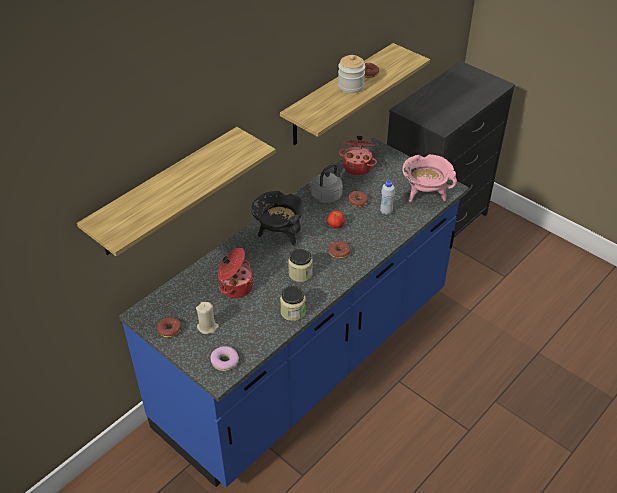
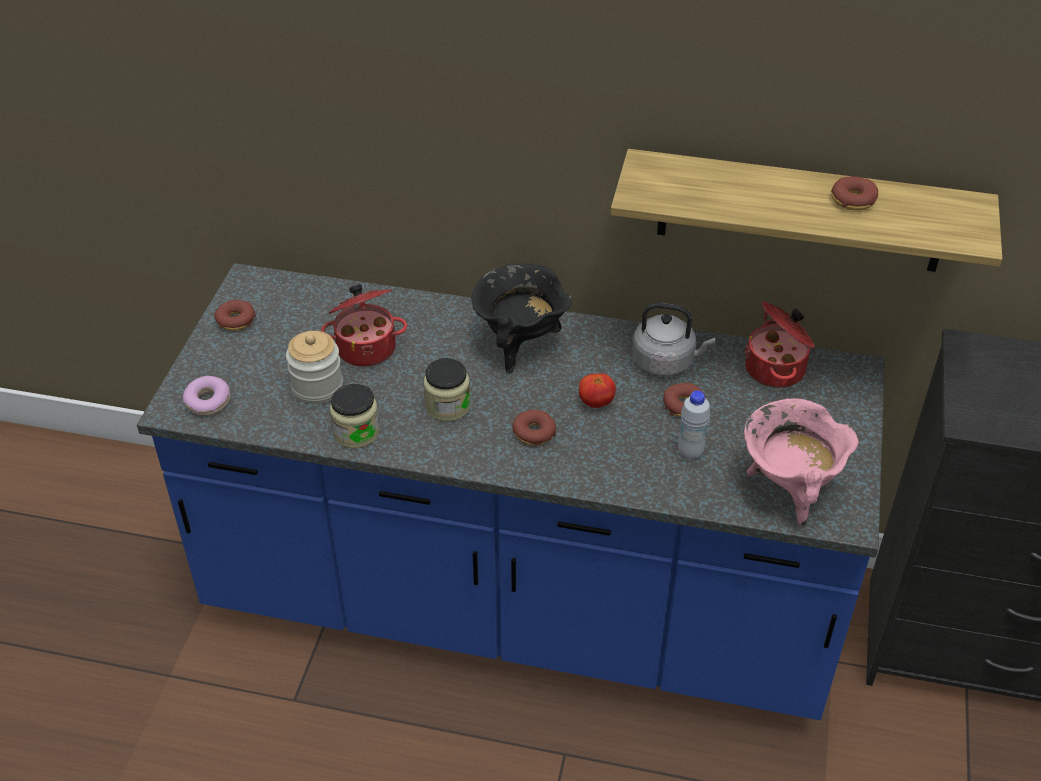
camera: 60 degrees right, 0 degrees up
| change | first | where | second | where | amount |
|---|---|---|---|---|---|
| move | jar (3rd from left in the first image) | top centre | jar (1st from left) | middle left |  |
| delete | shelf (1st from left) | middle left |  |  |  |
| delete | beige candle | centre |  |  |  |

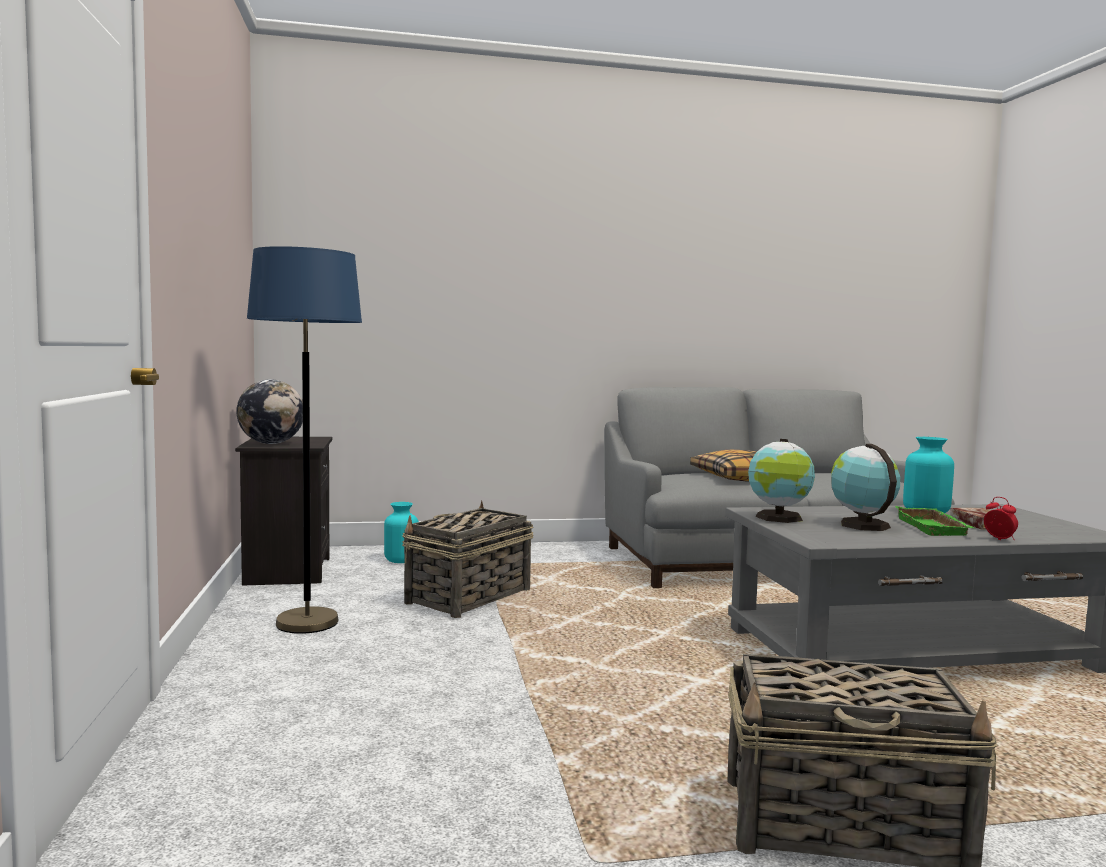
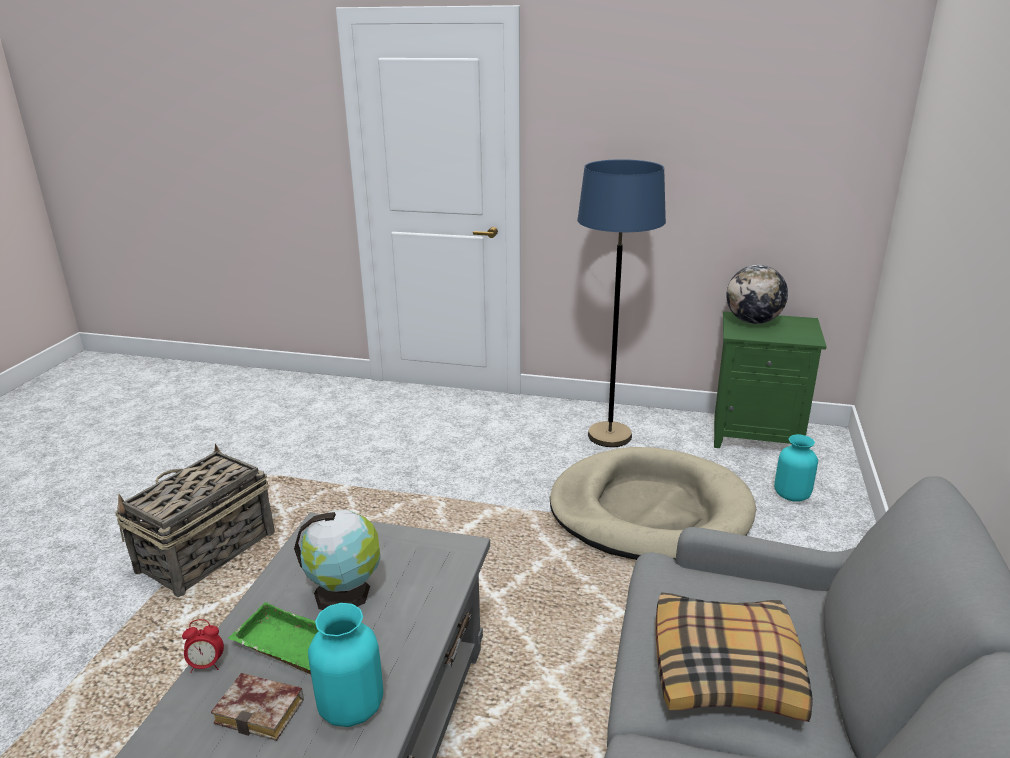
camera: 115 degrees right, 20 degrees up
| change | first | where | second | where | amount |
|---|---|---|---|---|---|
| replace | basket (1st from left) | centre | beige dog bed | centre |  |
| recolor | black nightstand | middle left | green nightstand | middle right |  |
| delete | globe (2nd from left) | middle right |  |  |  |

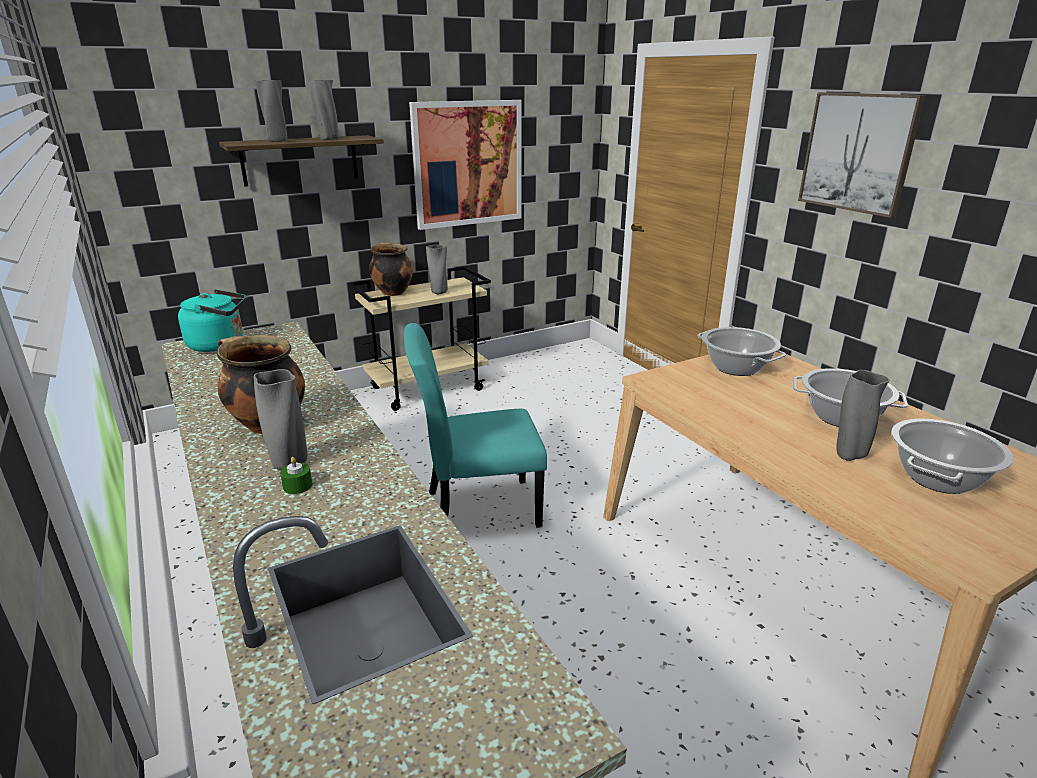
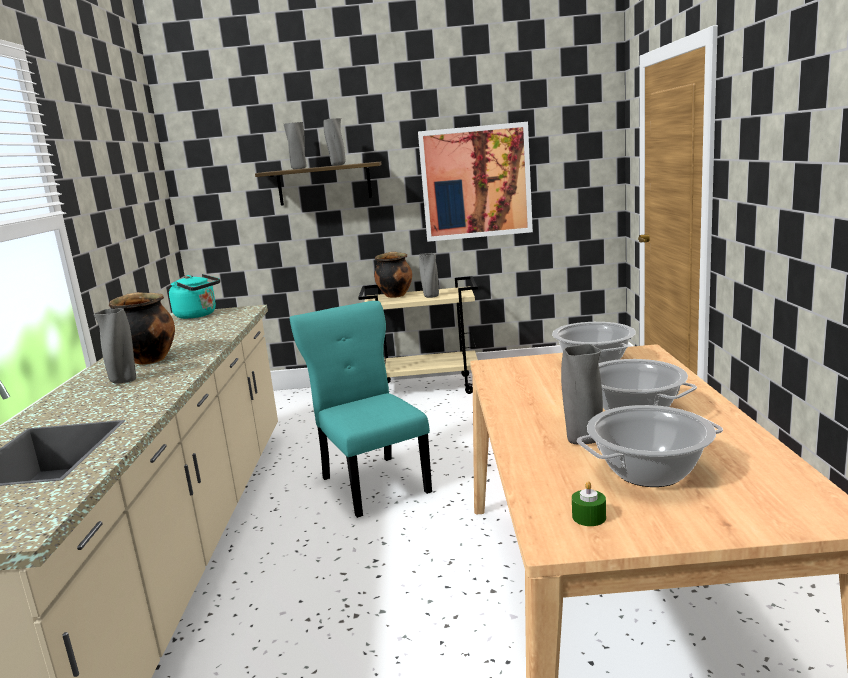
camera: 30 degrees right, 10 degrees down
| change | first | where | second | where | amount |
|---|---|---|---|---|---|
| rotate | turquoise chair | centre |  | centre | 45 degrees clockwise |
| move | green candle | middle left |  | bottom right |  |
| delete | picture (2nd from left) | top right |  |  |  |

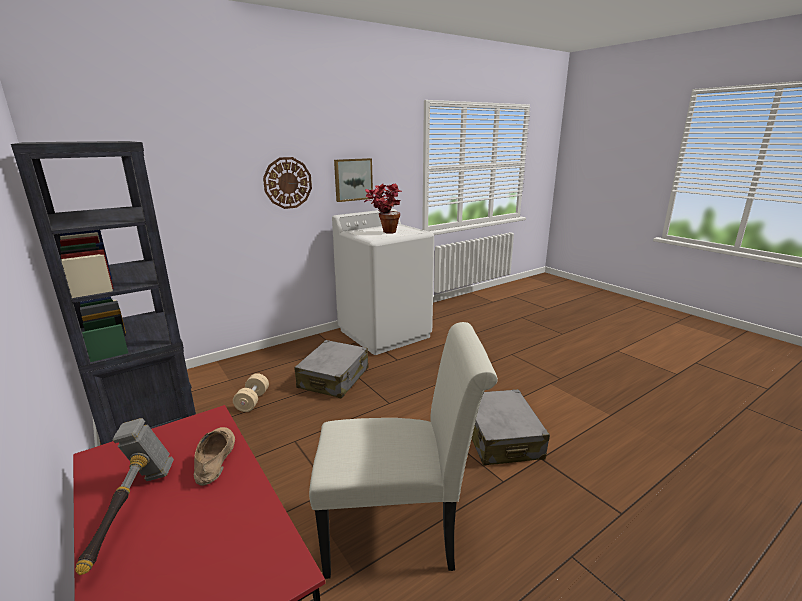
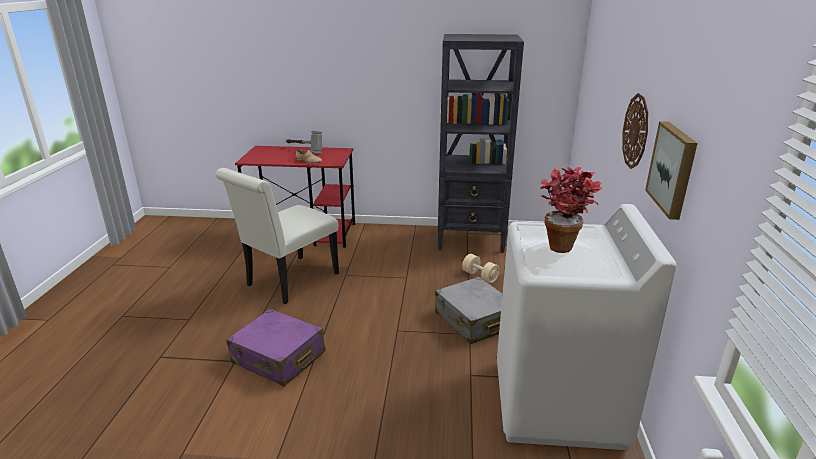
camera: 130 degrees right, 5 degrees up
| change | first | where | second | where | amount |
|---|---|---|---|---|---|
| recolor | grey suitcase (2nd from left) | bottom centre | purple suitcase | bottom centre |  |

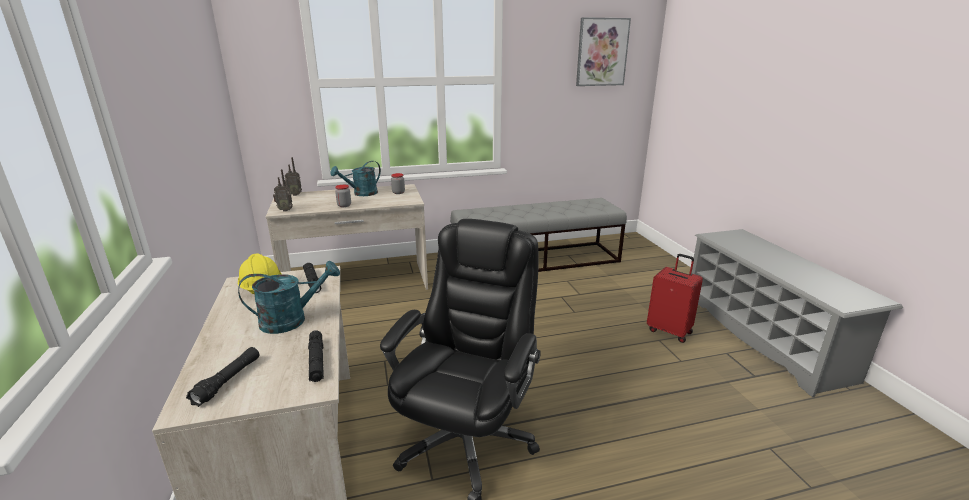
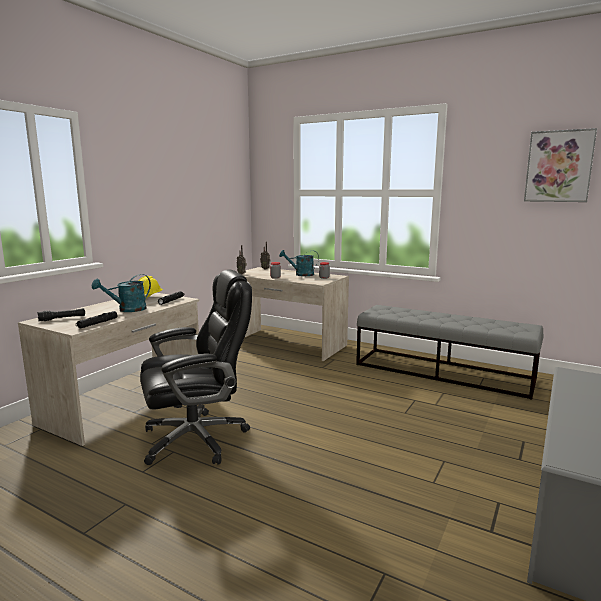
camera: 45 degrees right, 10 degrees down
| change | first | where | second | where | amount |
|---|---|---|---|---|---|
| rotate | turquoise watering can (1st from left) | middle left |  | middle left | 120 degrees clockwise |
| delete | red suitcase | middle right |  |  |  |

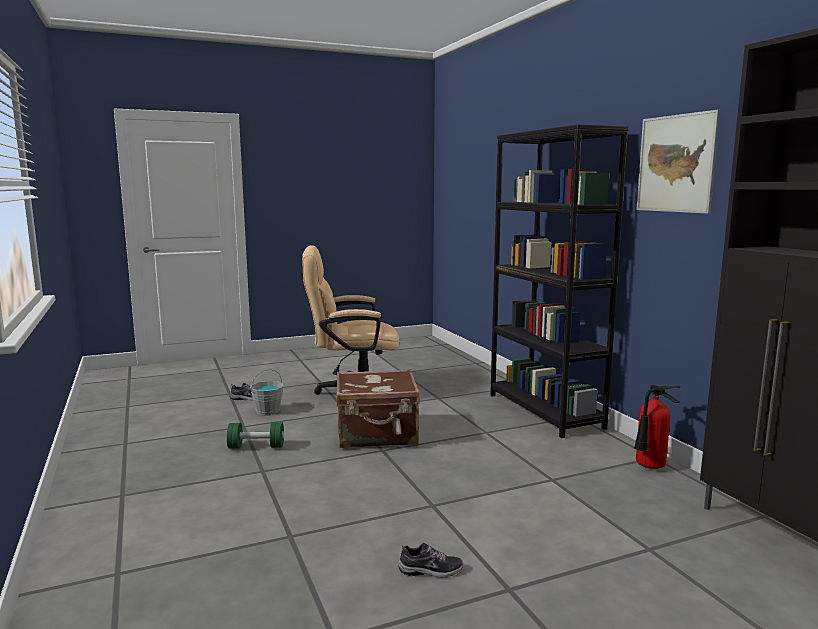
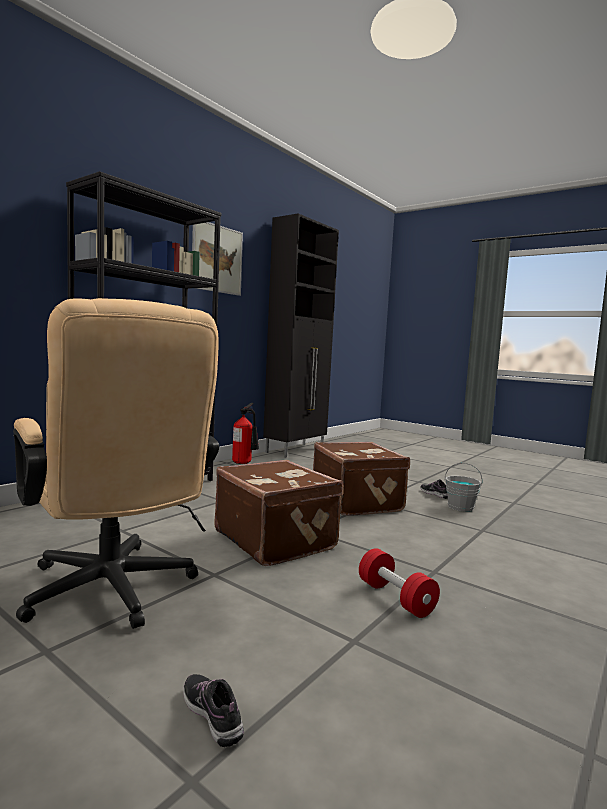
camera: 120 degrees left, 5 degrees down
| change | first | where | second | where | amount |
|---|---|---|---|---|---|
| insert |  |  | brown suitcase (2nd from left) | centre |  |
| recolor | green dumbbell | bottom left | red dumbbell | bottom centre |  |
| move | grey bucket | middle left |  | middle right |  |

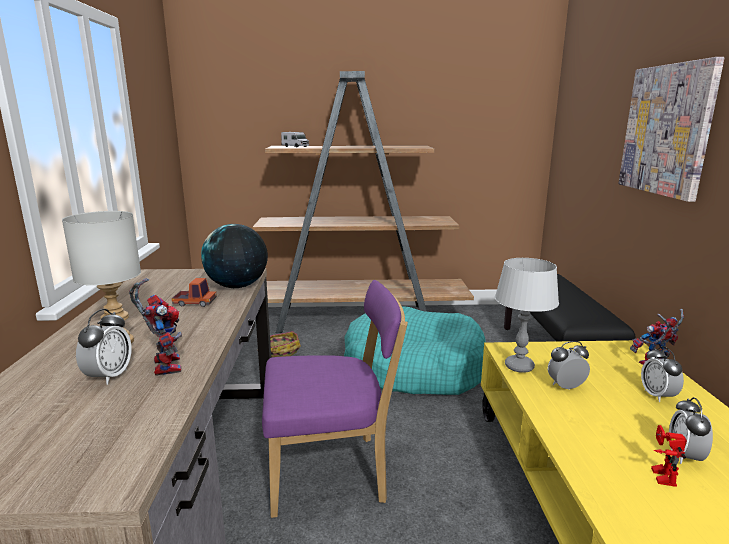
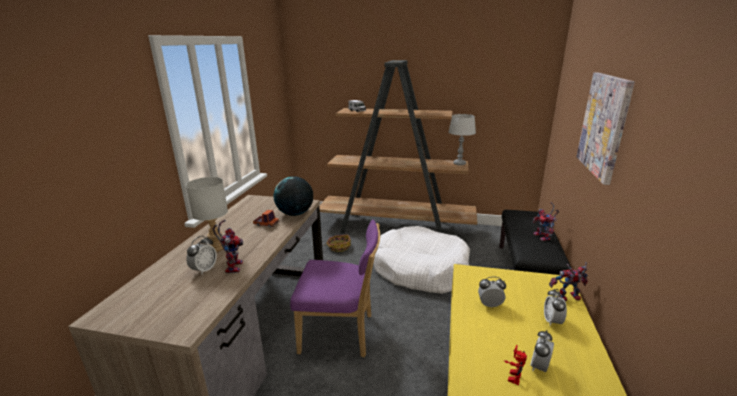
camera: 15 degrees right, 5 degrees up
| change | first | where | second | where | amount |
|---|---|---|---|---|---|
| recolor | turquoise dog bed | centre | white dog bed | centre |  |
| move | grey table lamp (2nd from left) | middle right |  | centre |  |
| insert |  |  | toy robot (3rd from left) | middle right |  |

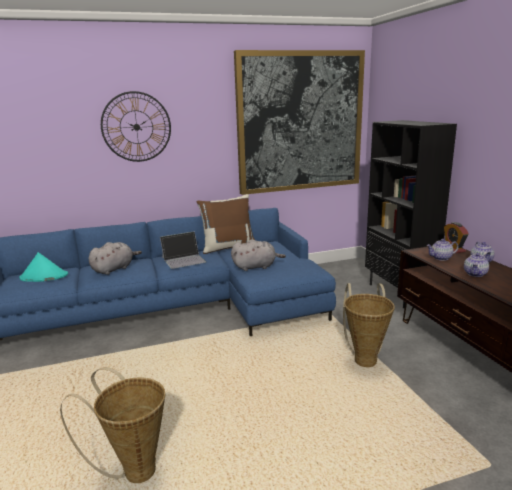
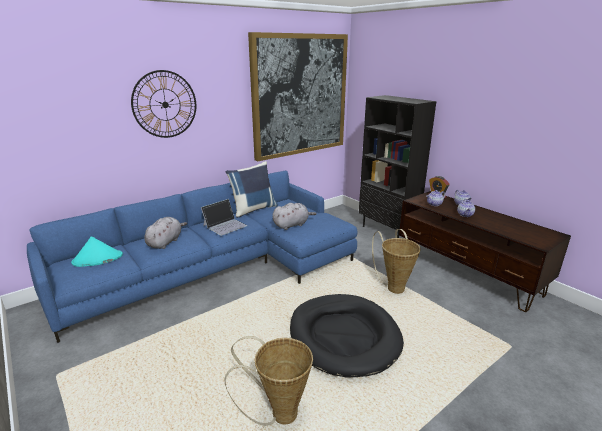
camera: 20 degrees left, 5 degrees up
| change | first | where | second | where | amount |
|---|---|---|---|---|---|
| recolor | brown pillow | centre | blue pillow | centre |  |
| insert |  |  | black dog bed | bottom centre |  |

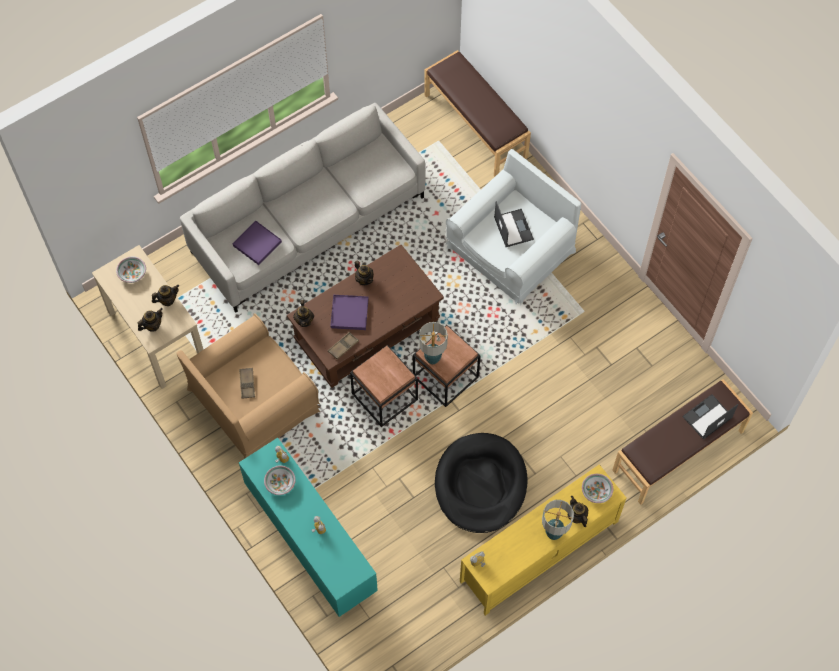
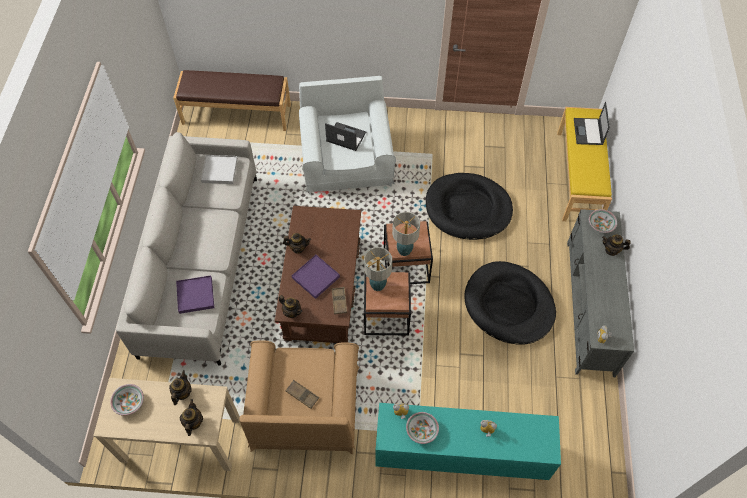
camera: 50 degrees left, 5 degrees down
| change | first | where | second | where | amount |
|---|---|---|---|---|---|
| insert |  |  | white tray | middle left |  |
| move | table lamp (2nd from left in the first image) | bottom centre | table lamp (1st from left) | centre |  |
| insert |  |  | black dog bed (1st from left) | centre |  |
| recolor | brown bench (2nd from left) | middle right | yellow bench | top right |  |
| recolor | yellow tv stand | bottom centre | grey tv stand | middle right |  |

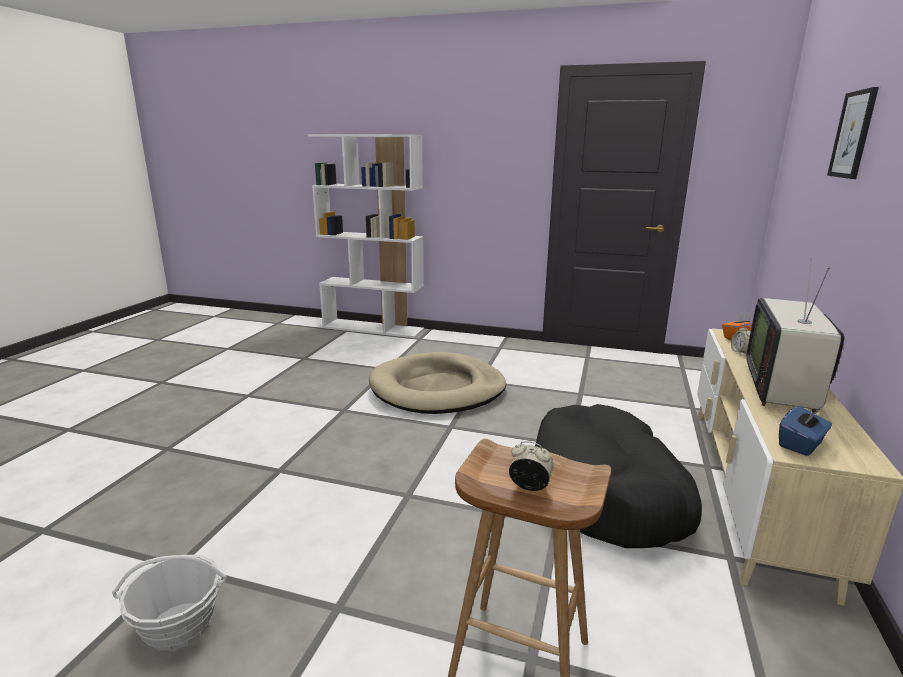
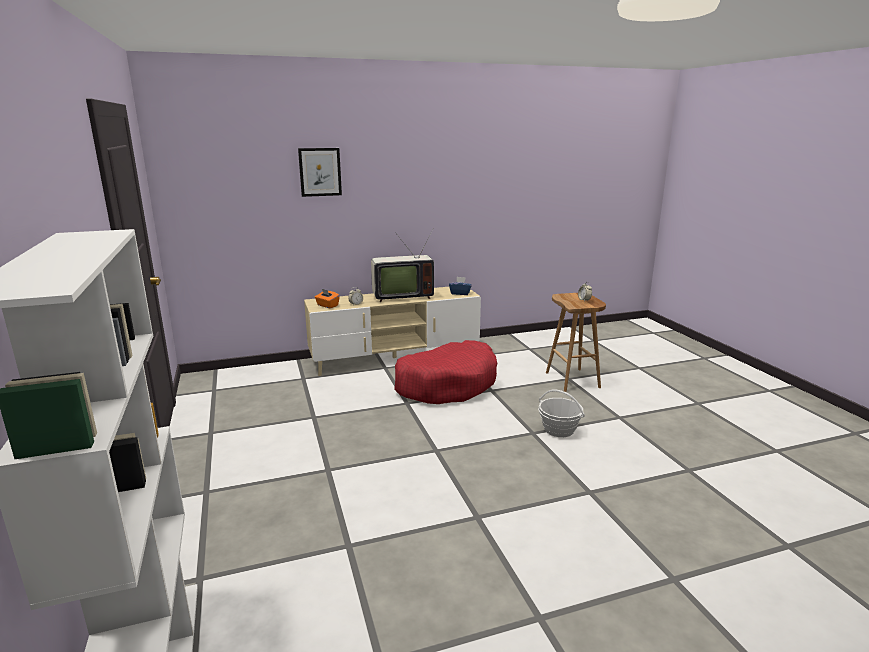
camera: 125 degrees left, 0 degrees up
| change | first | where | second | where | amount |
|---|---|---|---|---|---|
| recolor | black dog bed | bottom right | red dog bed | centre |  |
| move | basket | bottom left |  | centre |  |
| delete | beige dog bed | centre |  |  |  |

